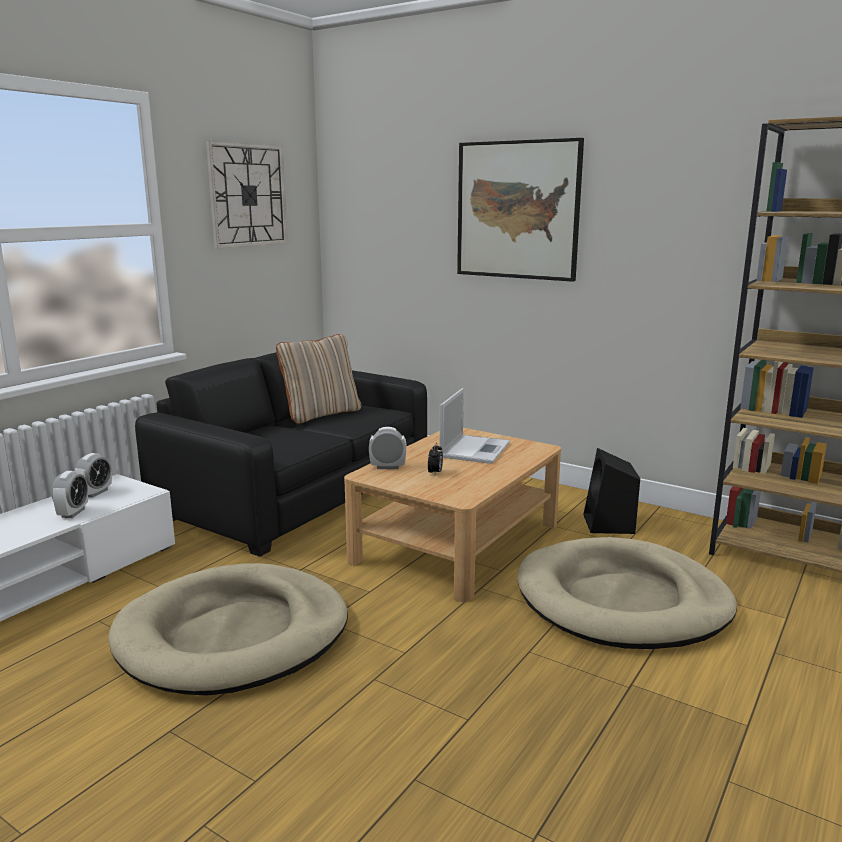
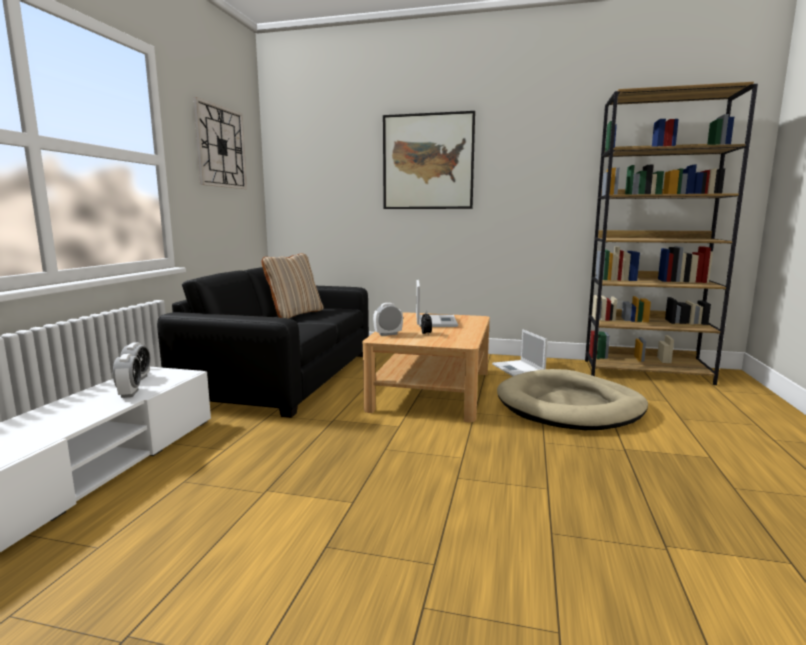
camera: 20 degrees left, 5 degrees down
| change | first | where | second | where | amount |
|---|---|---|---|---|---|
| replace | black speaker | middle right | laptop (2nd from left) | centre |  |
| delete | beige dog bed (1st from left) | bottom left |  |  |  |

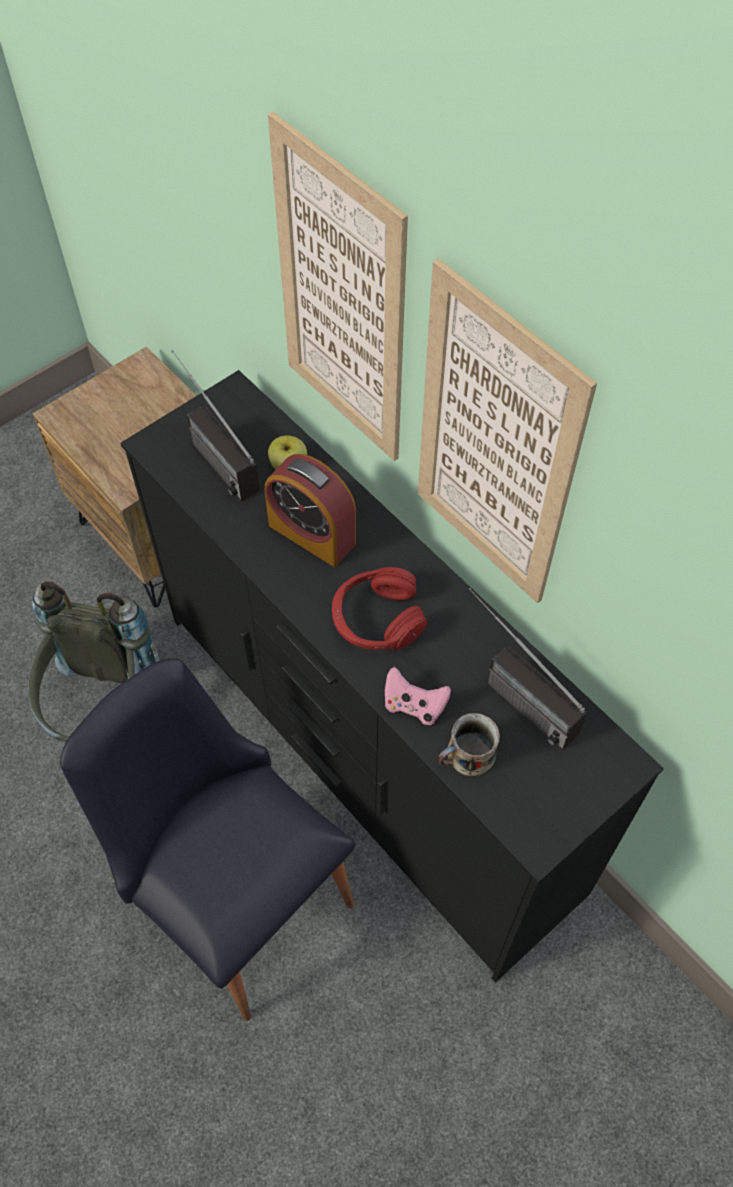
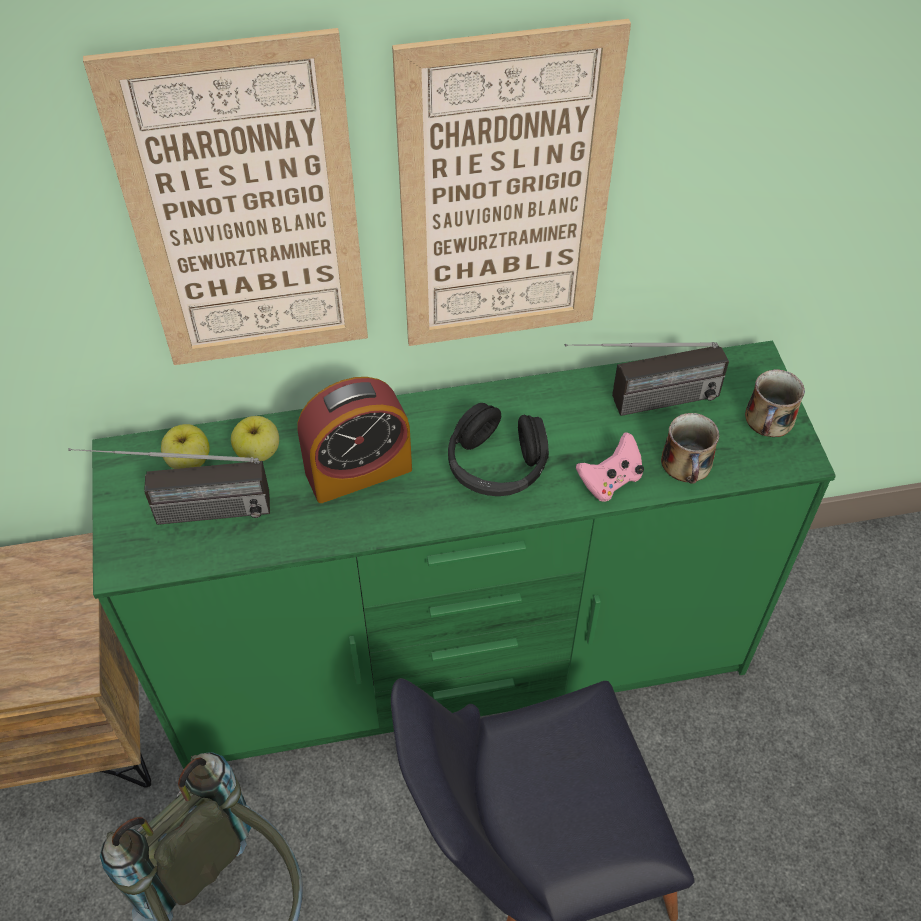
camera: 60 degrees left, 5 degrees down
| change | first | where | second | where | amount |
|---|---|---|---|---|---|
| recolor | black dresser | centre | green dresser | centre |  |
| insert |  |  | apple (1st from left) | middle left |  |
| recolor | red headphones | centre | black headphones | centre |  |
| insert |  |  | mug (2nd from left) | middle right |  |

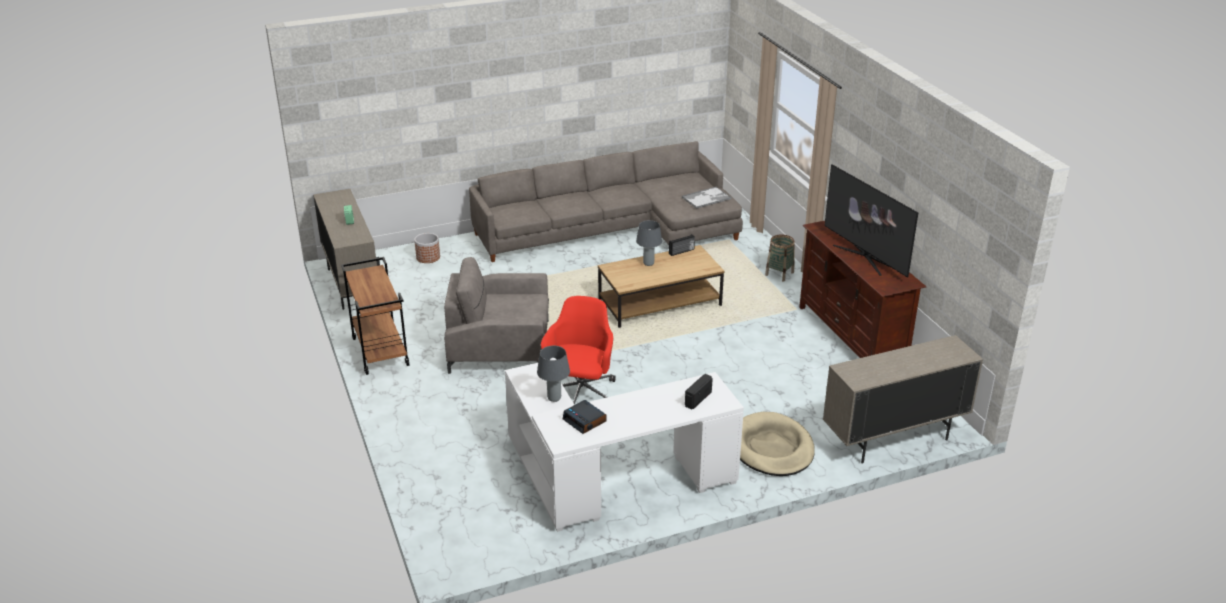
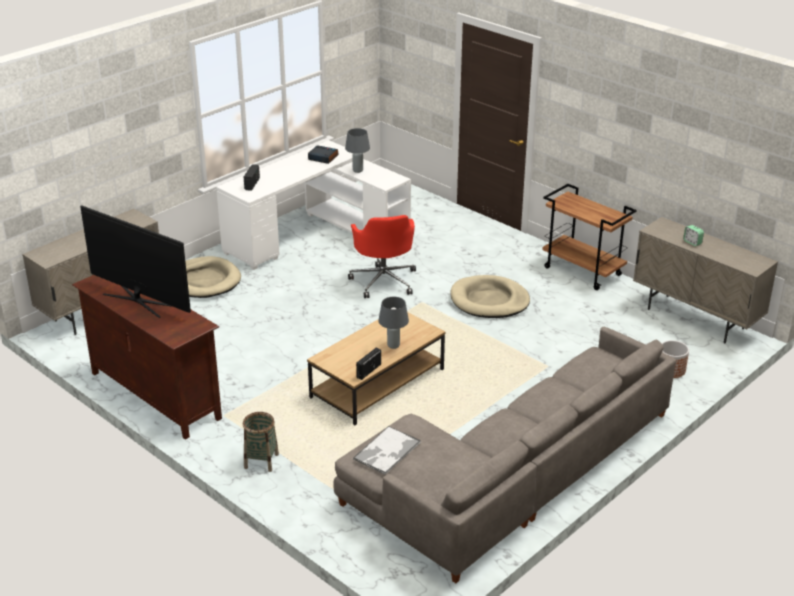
camera: 155 degrees right, 0 degrees up
| change | first | where | second | where | amount |
|---|---|---|---|---|---|
| replace | grey armchair | centre | beige dog bed (2nd from left) | centre |  |

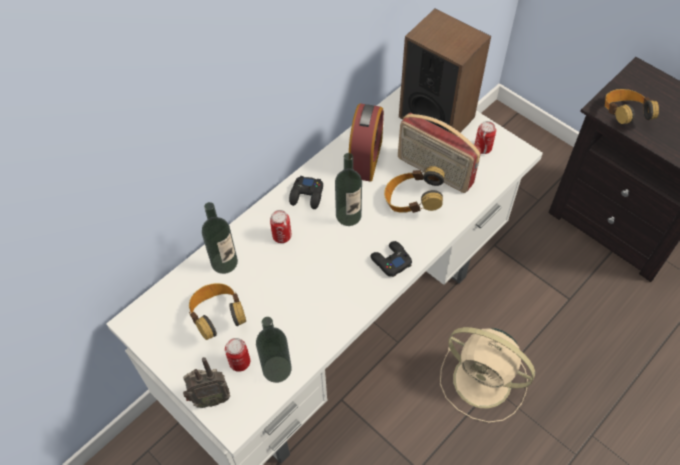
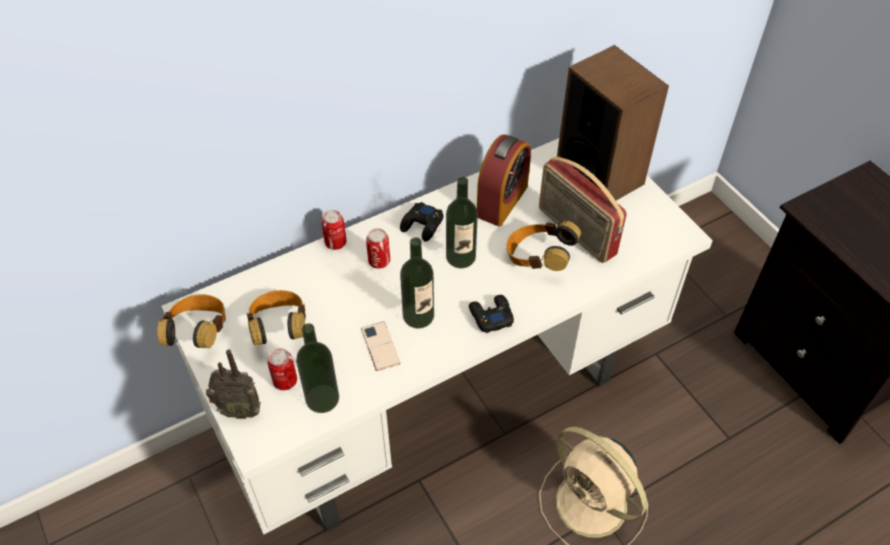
camera: 15 degrees right, 5 degrees down
| change | first | where | second | where | amount |
|---|---|---|---|---|---|
| move | headphones (3rd from left in the first image) | top right | headphones (1st from left) | middle left |  |
| move | can (3rd from left in the first image) | top right | can (2nd from left) | centre |  |
| insert |  |  | phone | centre |  |
| move | bottle (1st from left in the first image) | middle left | bottle (2nd from left) | centre |  |

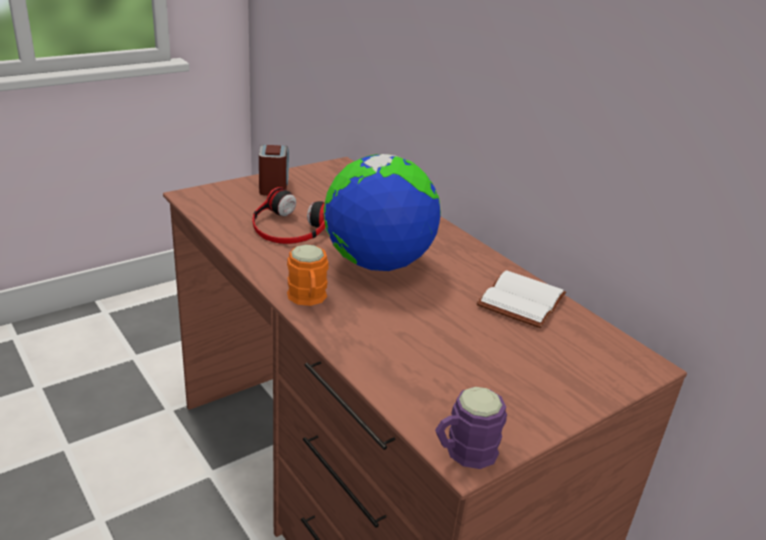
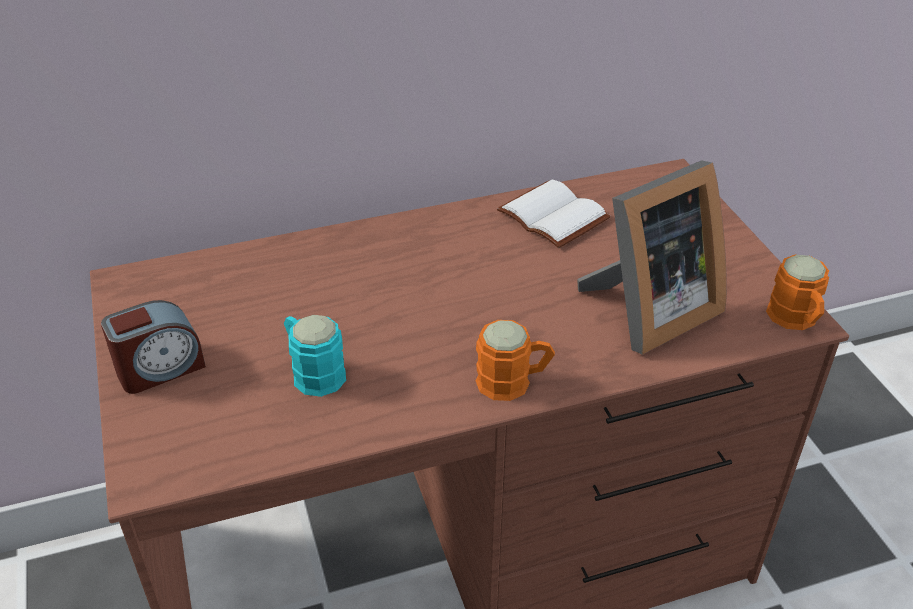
camera: 70 degrees left, 10 degrees up
| change | first | where | second | where | amount |
|---|---|---|---|---|---|
| rotate | alarm clock | top centre |  | middle left | 135 degrees clockwise |
| replace | headphones | centre | turquoise mug | centre |  |
| insert |  |  | picture frame | middle right |  |
| recolor | purple mug | bottom centre | orange mug (2nd from left) | middle right |  |
| delete | globe | centre |  |  |  |

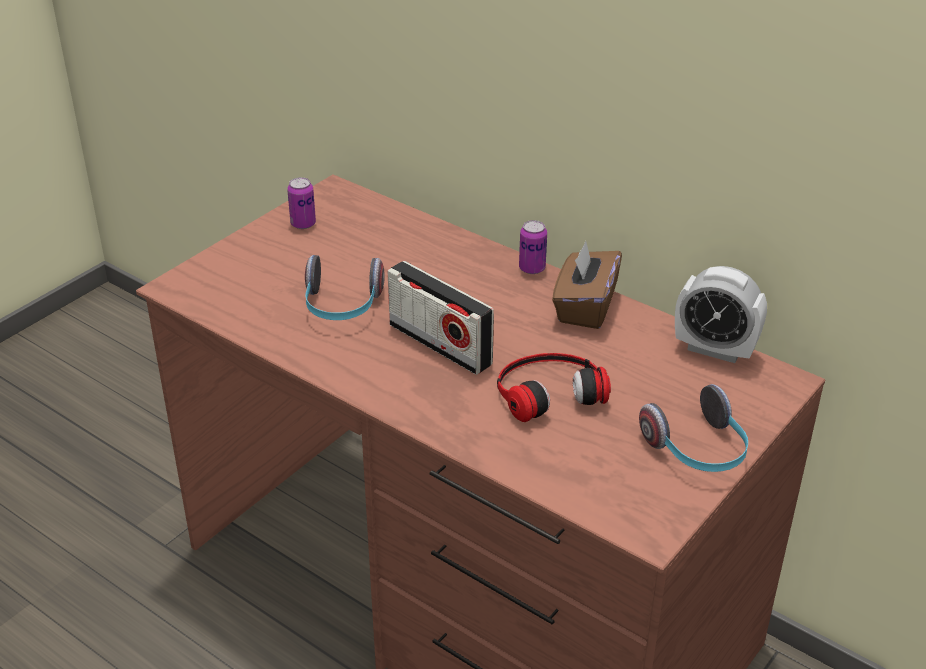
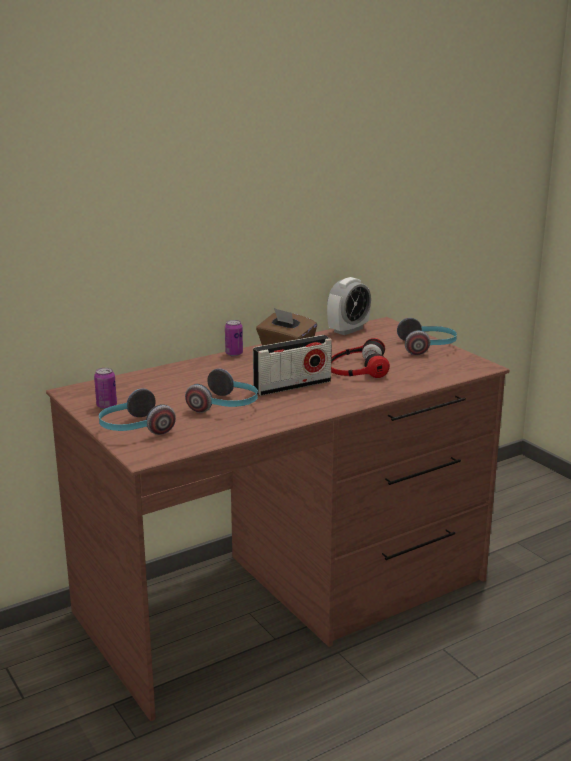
camera: 70 degrees left, 15 degrees down
| change | first | where | second | where | amount |
|---|---|---|---|---|---|
| insert |  |  | headphones (1st from left) | middle left |  |

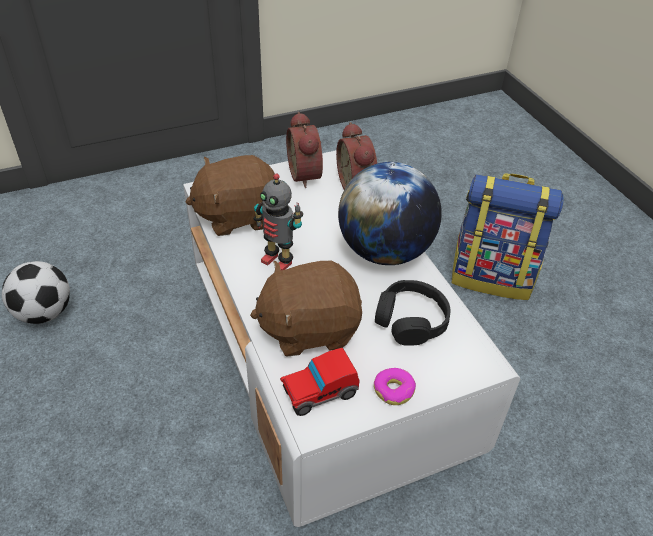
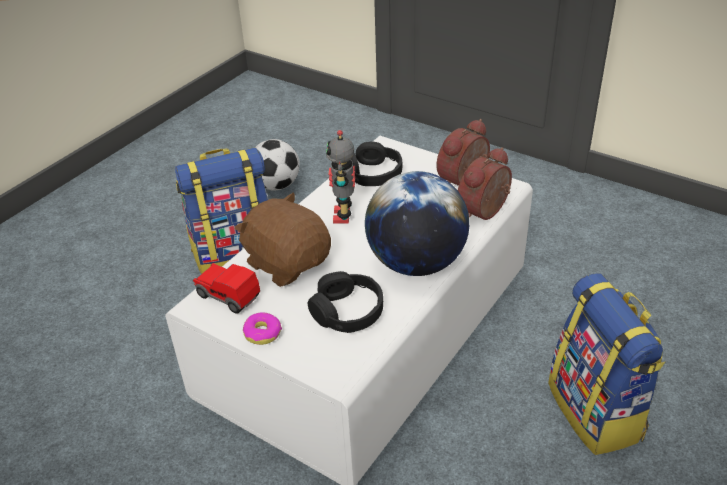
camera: 60 degrees right, 5 degrees down
| change | first | where | second | where | amount |
|---|---|---|---|---|---|
| insert |  |  | backpack (1st from left) | middle left |  |
| replace | brown plush toy (1st from left) | centre | black headphones (2nd from left) | centre |  |

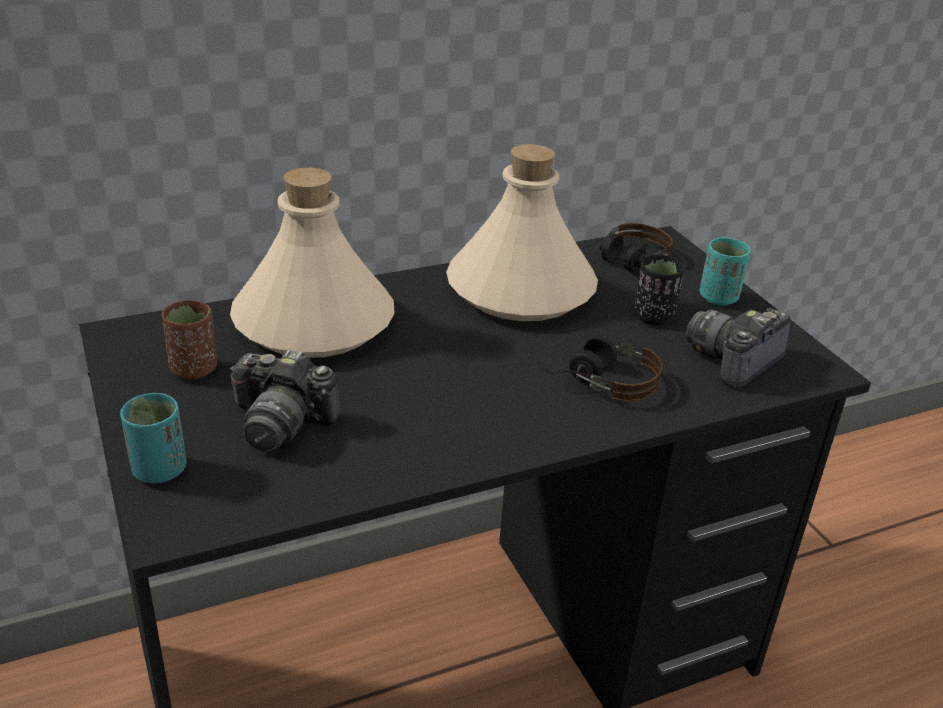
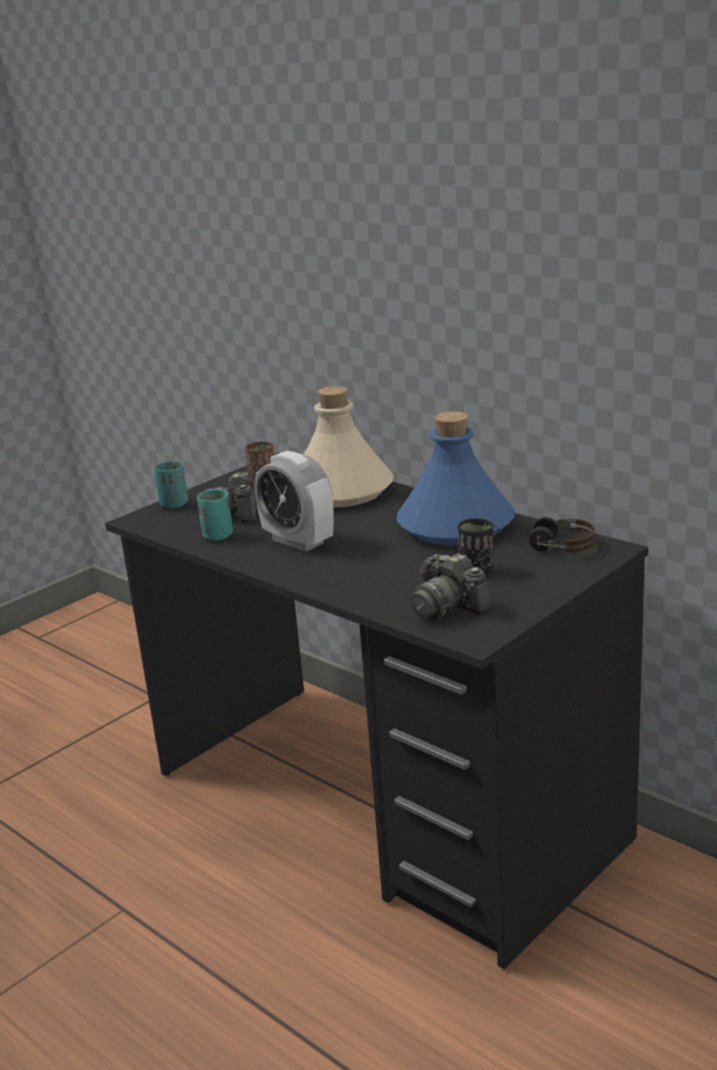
camera: 70 degrees right, 10 degrees down
| change | first | where | second | where | amount |
|---|---|---|---|---|---|
| move | turquoise cup (2nd from left) | middle right |  | middle left |  |
| insert |  |  | alarm clock | centre |  |
| recolor | beige bottle (2nd from left) | top centre | blue bottle | centre |  |
| rotate | photo camera (2nd from left) | middle right |  | centre | 150 degrees counterclockwise |
| delete | headphones (1st from left) | centre |  |  |  |

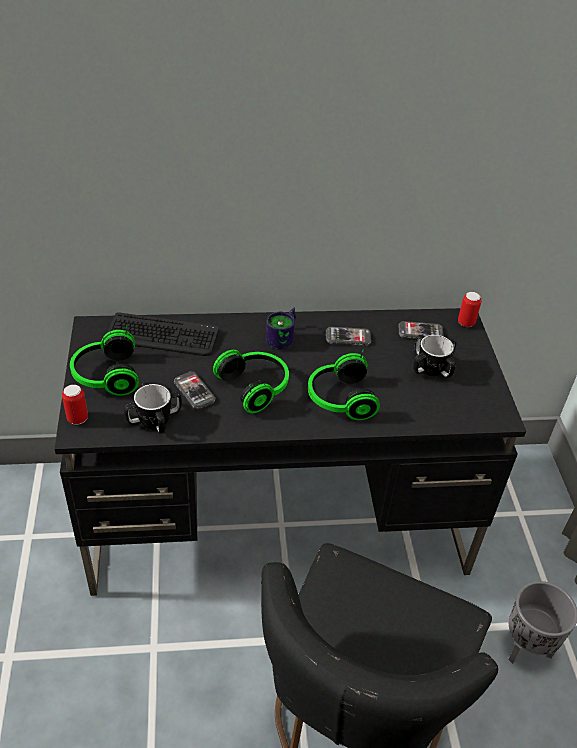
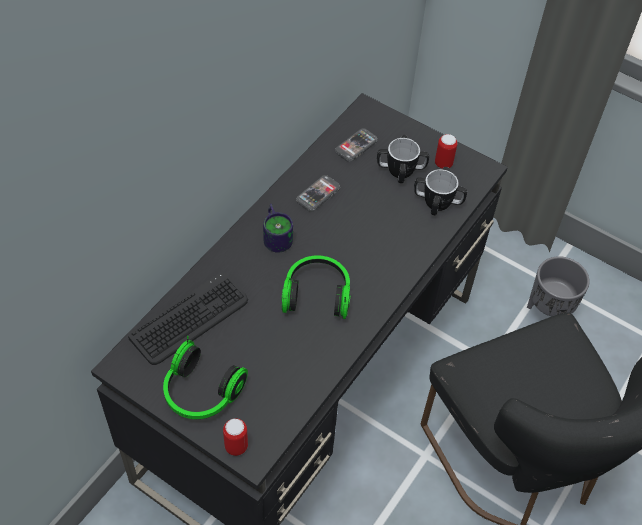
camera: 50 degrees left, 10 degrees up
| change | first | where | second | where | amount |
|---|---|---|---|---|---|
| move | mug (1st from left in the first image) | middle left | mug (3rd from left) | middle right |  |
| move | can (2nd from left) | middle right |  | top right |  |
| delete | phone (1st from left) | centre |  |  |  |
| delete | headphones (3rd from left) | centre |  |  |  |

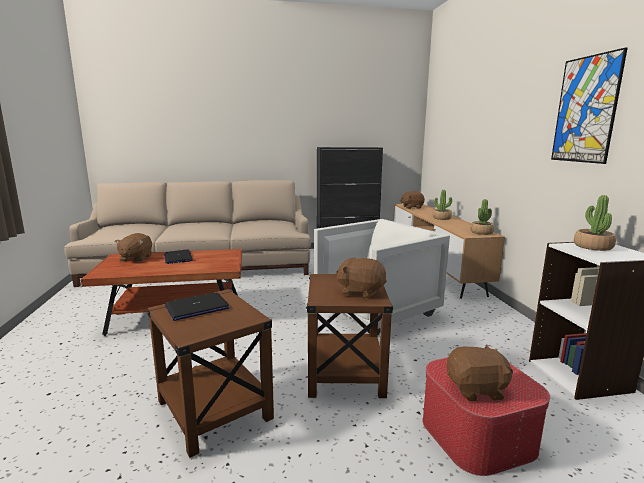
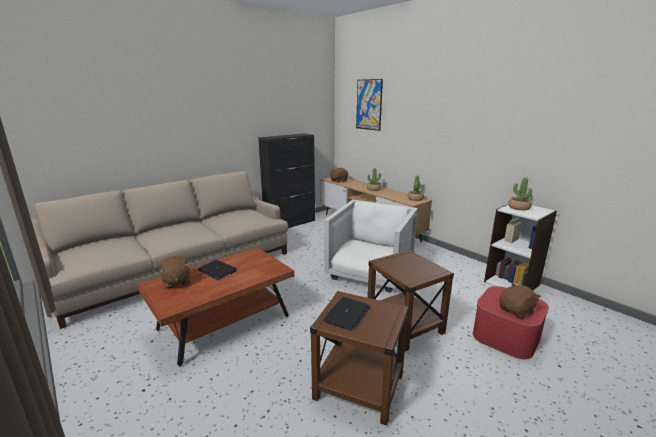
camera: 30 degrees left, 5 degrees up
| change | first | where | second | where | amount |
|---|---|---|---|---|---|
| move | picture | top right |  | top centre |  |
| delete | brown plush toy (2nd from left) | centre |  |  |  |

